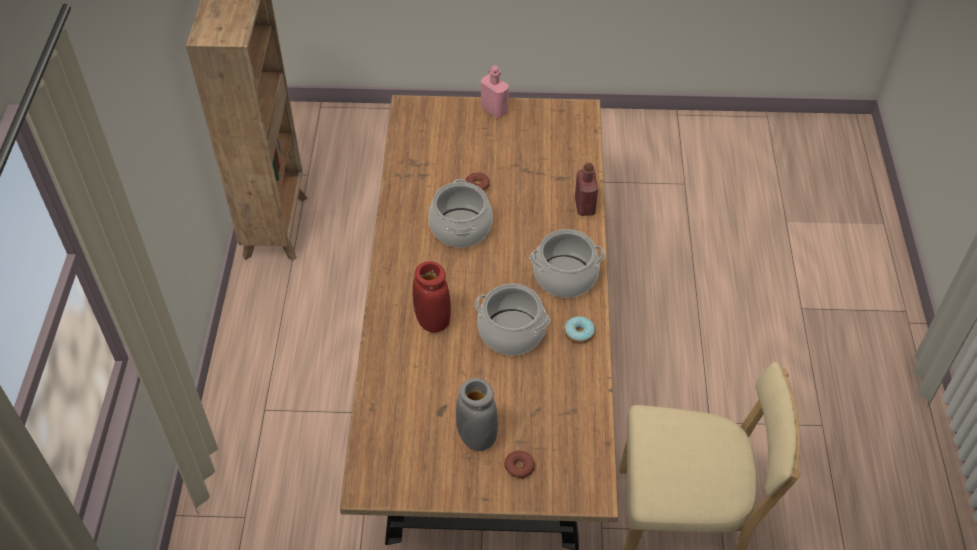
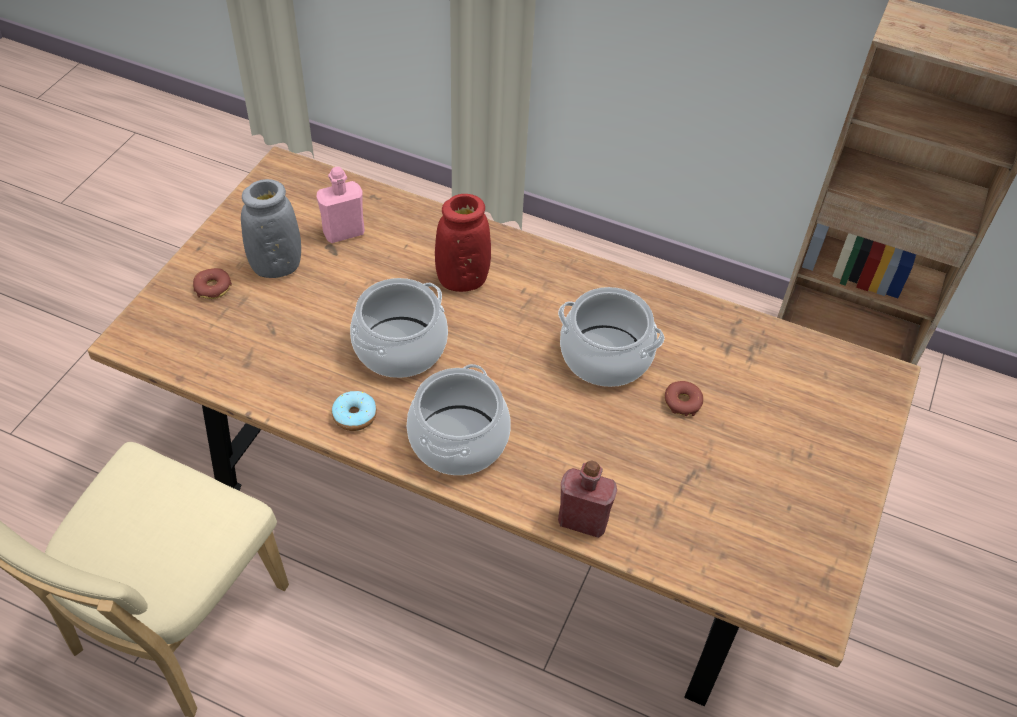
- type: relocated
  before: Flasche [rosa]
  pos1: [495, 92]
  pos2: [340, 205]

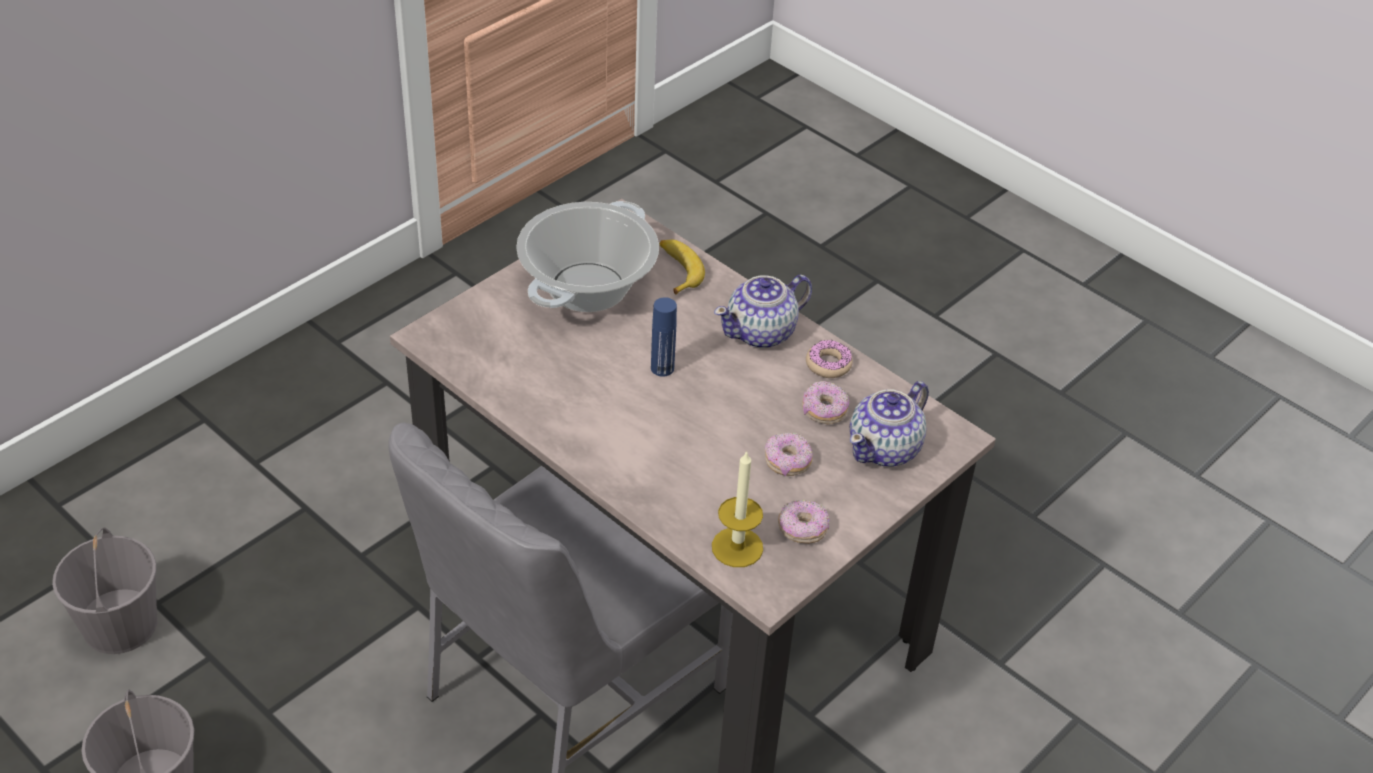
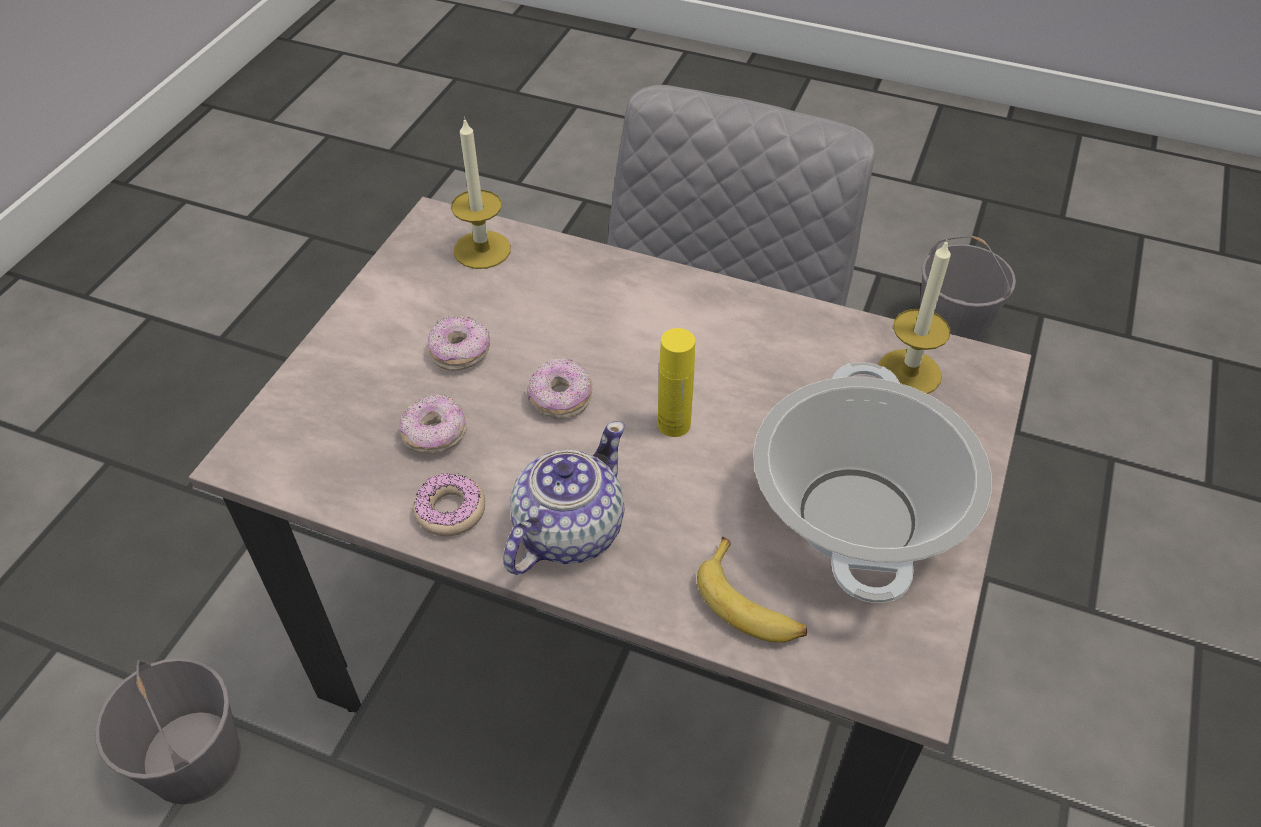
- type: relocated
  before: Eimer [grau]
  pos1: [105, 591]
  pos2: [168, 731]
- type: relocated
  before: Donut
  pos1: [803, 522]
  pos2: [559, 388]
- type: colour
  before: Flasche [blau]
  after: Flasche [gelb]
  pos1: [664, 337]
  pos2: [676, 382]
- type: appeared
  after: Kerze
  pos2: [914, 316]
- type: missing
  before: Teekanne
  pos1: [889, 424]

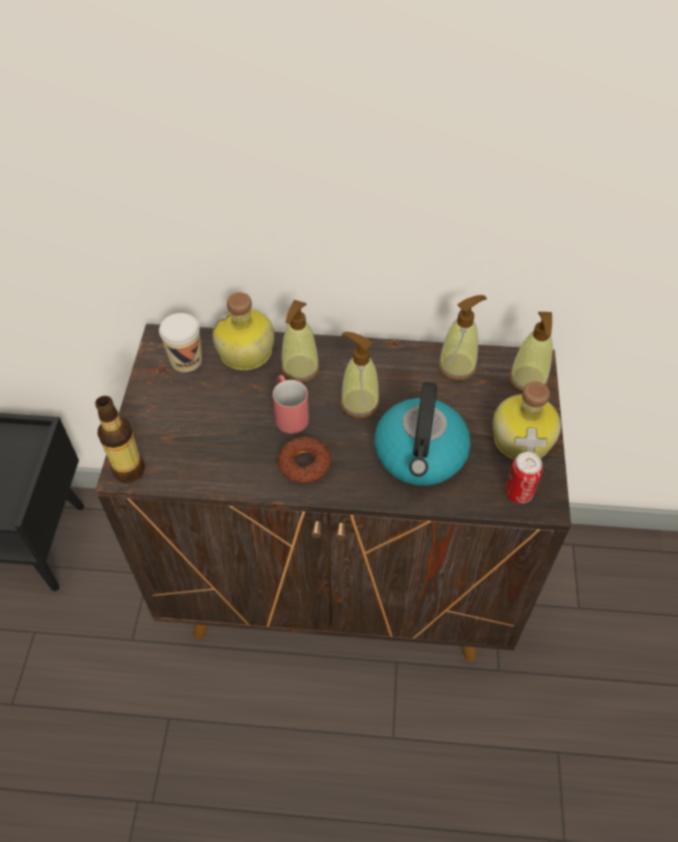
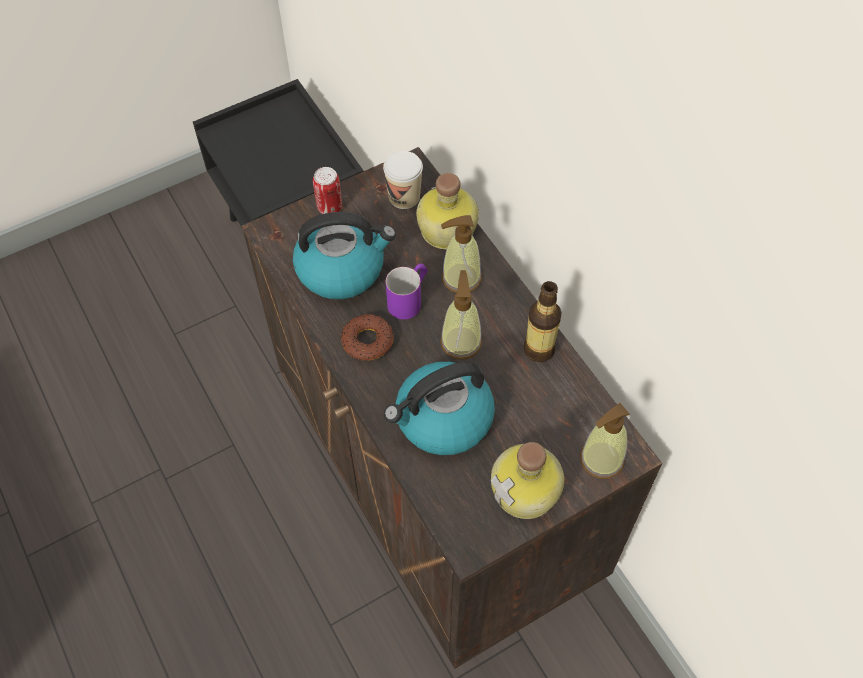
- type: appeared
  after: Wasserkessel
  pos2: [344, 255]
- type: relocated
  before: Dose
  pos1: [524, 478]
  pos2: [327, 190]
- type: colour
  before: Henkelbecher [rot]
  after: Henkelbecher [lila]
  pos1: [291, 404]
  pos2: [407, 291]
- type: relocated
  before: Flasche
  pos1: [120, 439]
  pos2: [543, 322]
- type: missing
  before: Seifenspender
  pos1: [462, 338]

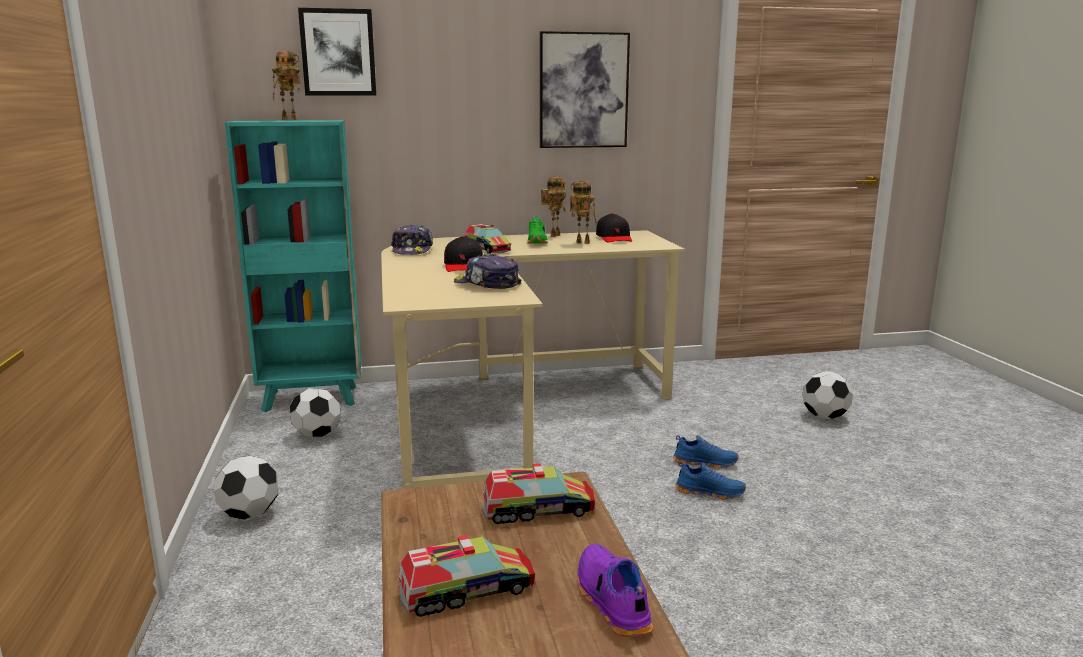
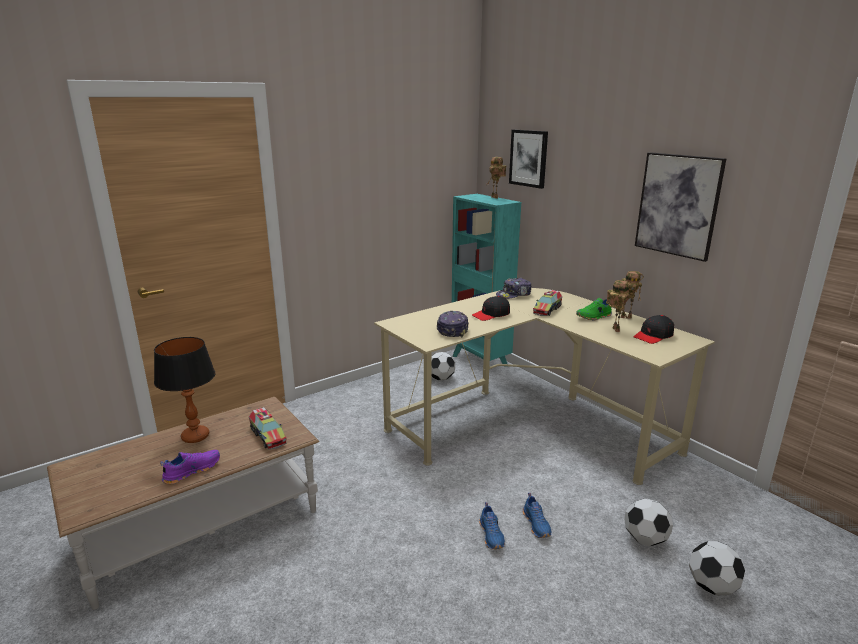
- type: exchanged
  before: Spielzeuglaster
  after: Tischlampe
  pos1: [467, 576]
  pos2: [184, 390]
- type: relocated
  before: Fußball
  pos1: [246, 488]
  pos2: [648, 522]

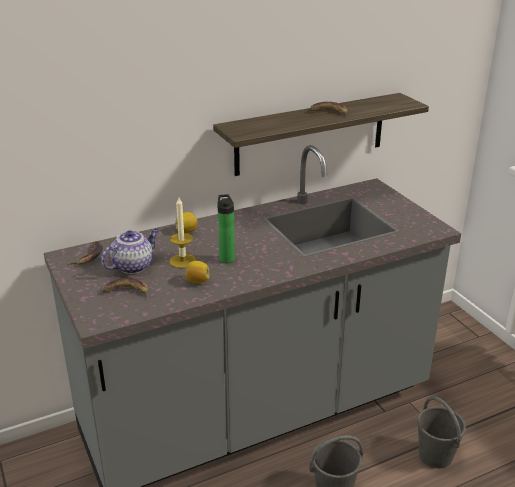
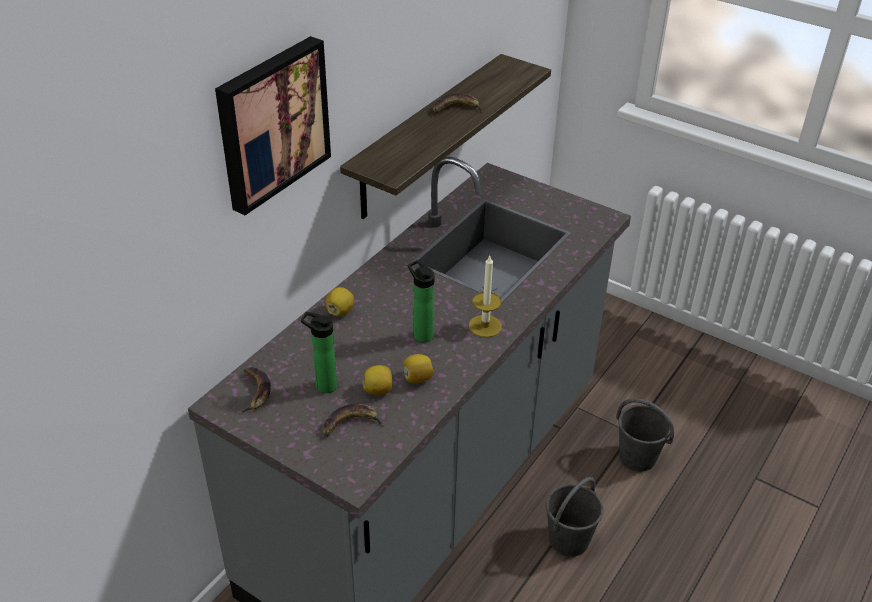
- type: appeared
  after: Bild
  pos2: [273, 125]
- type: exchanged
  before: Teekanne
  after: Flasche
  pos1: [130, 251]
  pos2: [319, 352]
- type: appeared
  after: Zitrone
  pos2: [377, 380]
- type: relocated
  before: Kerze
  pos1: [183, 232]
  pos2: [485, 296]

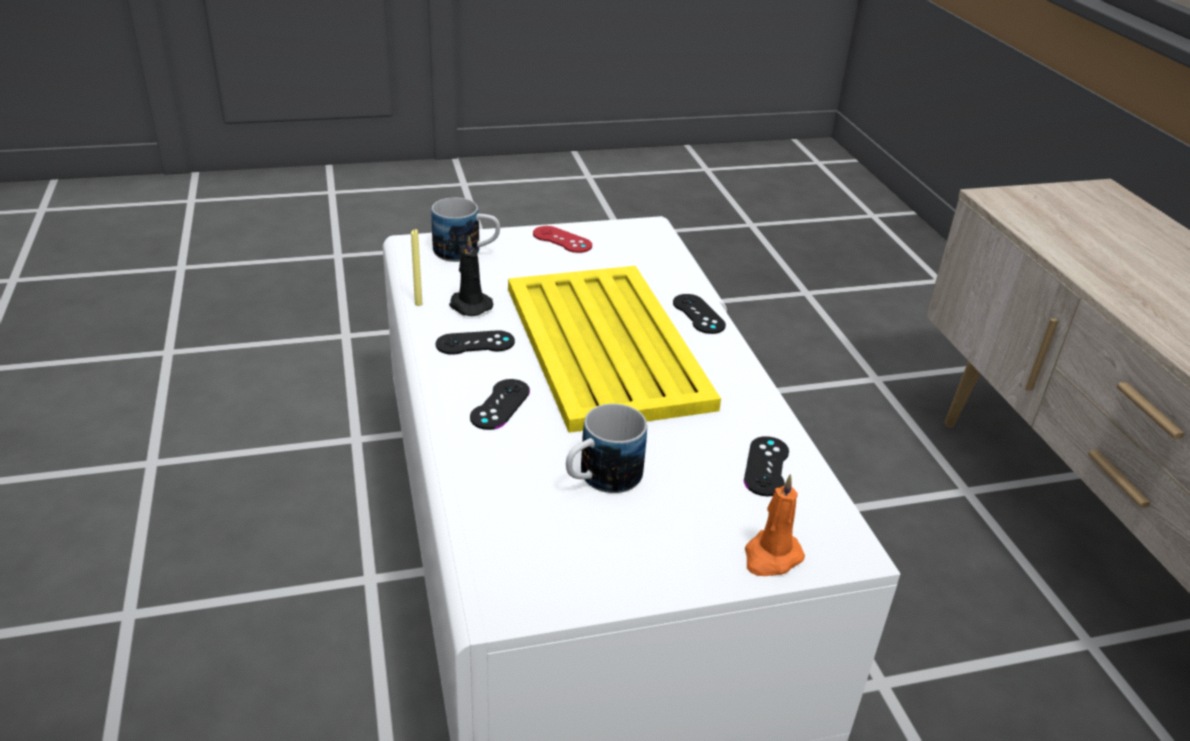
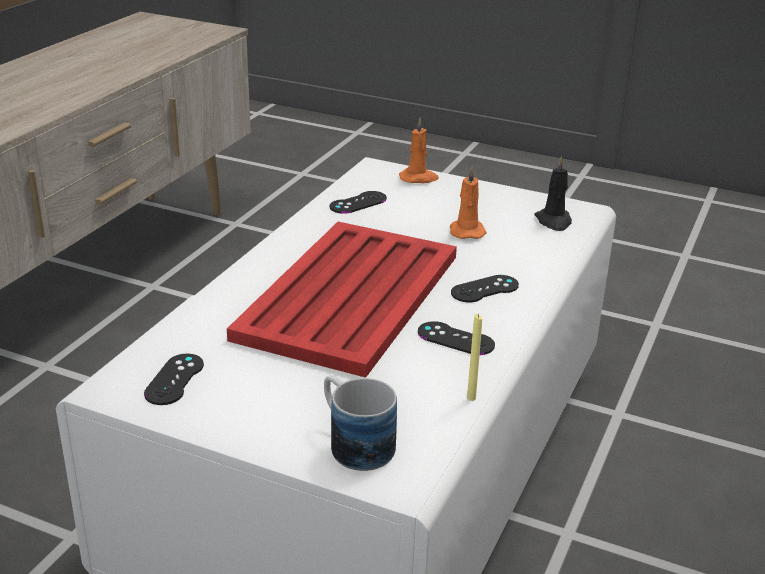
- type: relocated
  before: Gamepad [schwarz]
  pos1: [699, 314]
  pos2: [174, 379]
- type: colour
  before: Tablett [gelb]
  after: Tablett [rot]
  pos1: [614, 349]
  pos2: [342, 300]
- type: exchanged
  before: Henkelbecher
  after: Kerze [orange]
  pos1: [606, 448]
  pos2: [468, 202]
- type: relocated
  before: Kerze [schwarz]
  pos1: [471, 276]
  pos2: [553, 193]
- type: missing
  before: Gamepad [rot]
  pos1: [562, 239]

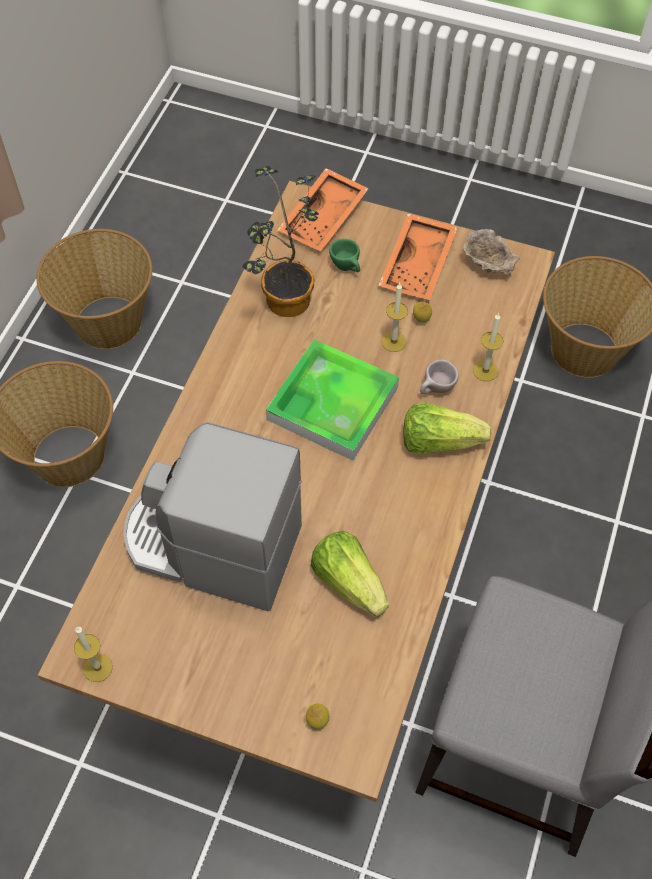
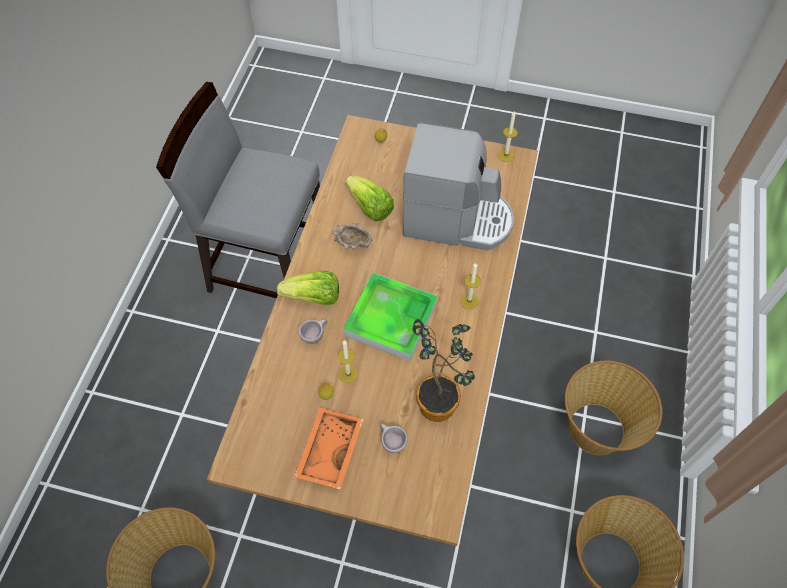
- type: relocated
  before: Schüssel [beige]
  pos1: [491, 252]
  pos2: [352, 236]
- type: colour
  before: Tasse [grün]
  after: Tasse [beige]
  pos1: [344, 255]
  pos2: [394, 438]
- type: relocated
  before: Kerze
  pos1: [488, 347]
  pos2: [470, 286]
- type: missing
  before: Tablett [orange]
  pos1: [323, 209]

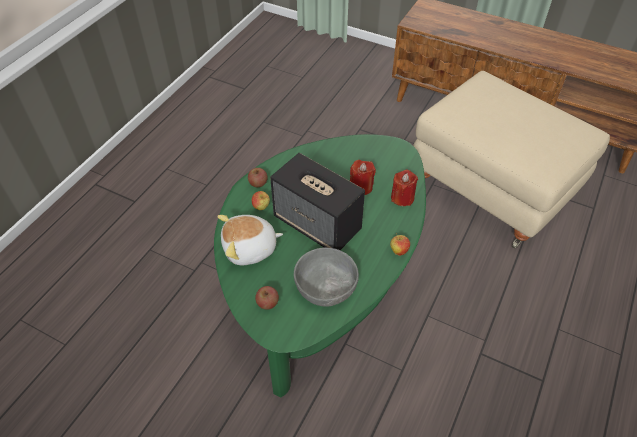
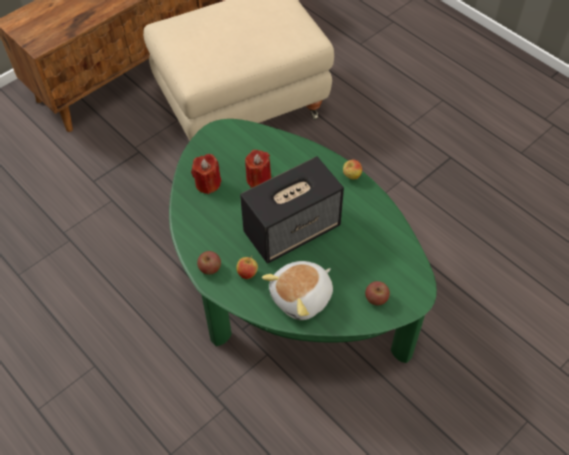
- type: relocated
  before: Kerze [rot]
  pos1: [404, 187]
  pos2: [206, 174]
- type: spun
  before: Plüschtier
  pos1: [250, 240]
  pos2: [297, 290]
  turn: 45
- type: missing
  before: Schüssel [grau]
  pos1: [326, 277]

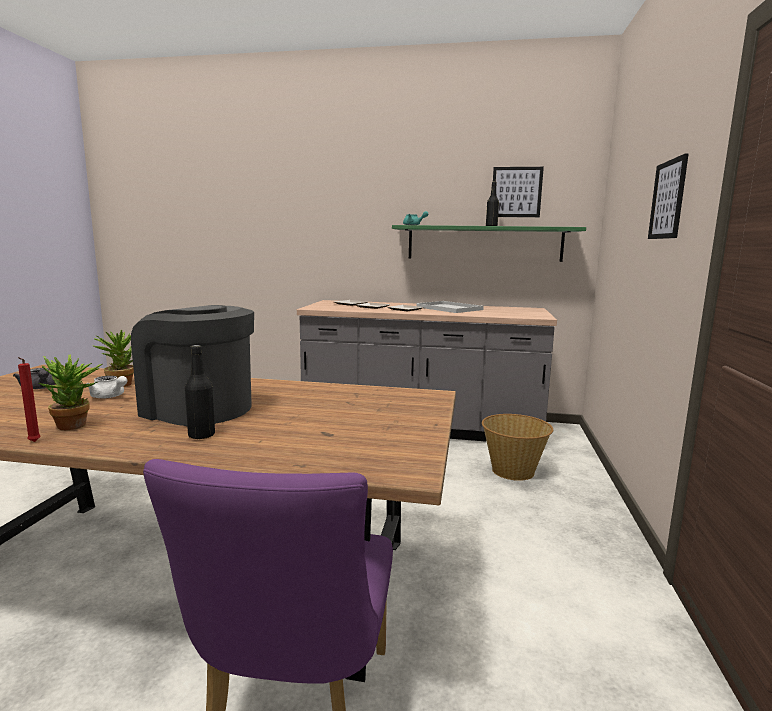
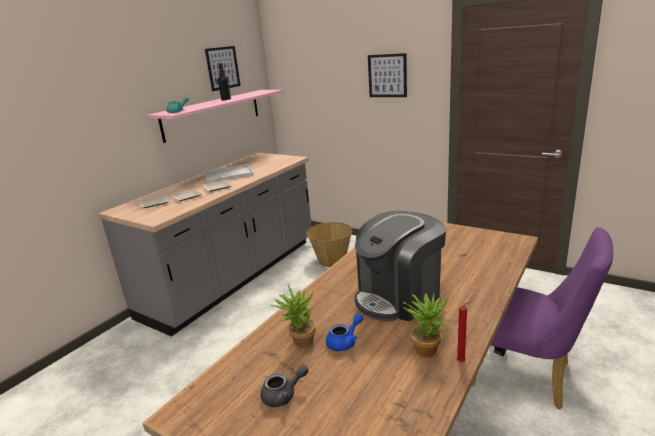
- type: colour
  before: Wandregal [grün]
  after: Wandregal [rosa]
  pos1: [489, 243]
  pos2: [215, 116]
- type: colour
  before: Teekanne [weiß]
  after: Teekanne [blau]
  pos1: [107, 387]
  pos2: [344, 332]
- type: missing
  before: Flasche [schwarz]
  pos1: [200, 392]

